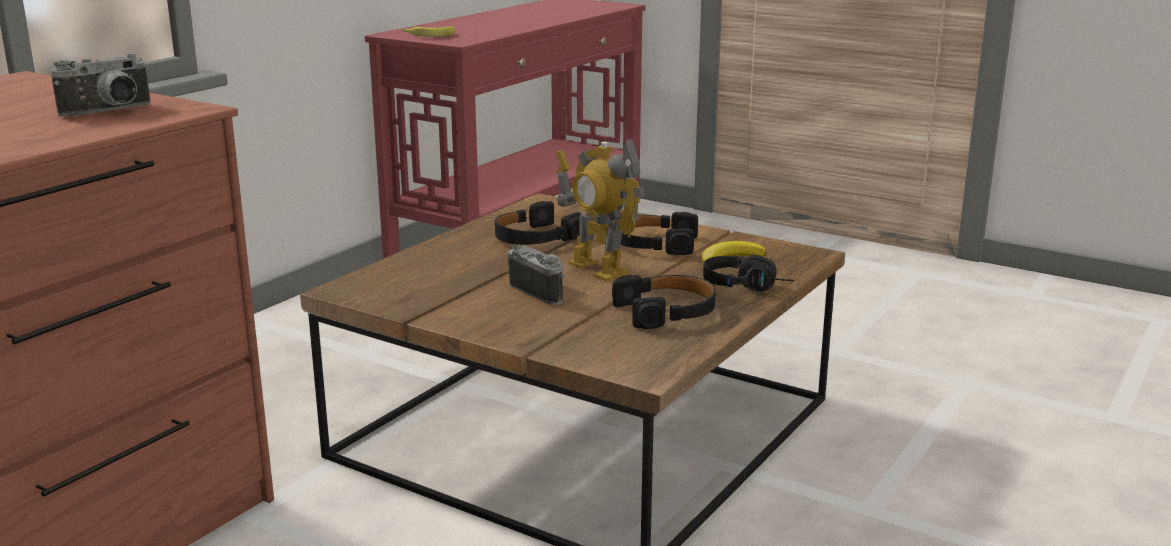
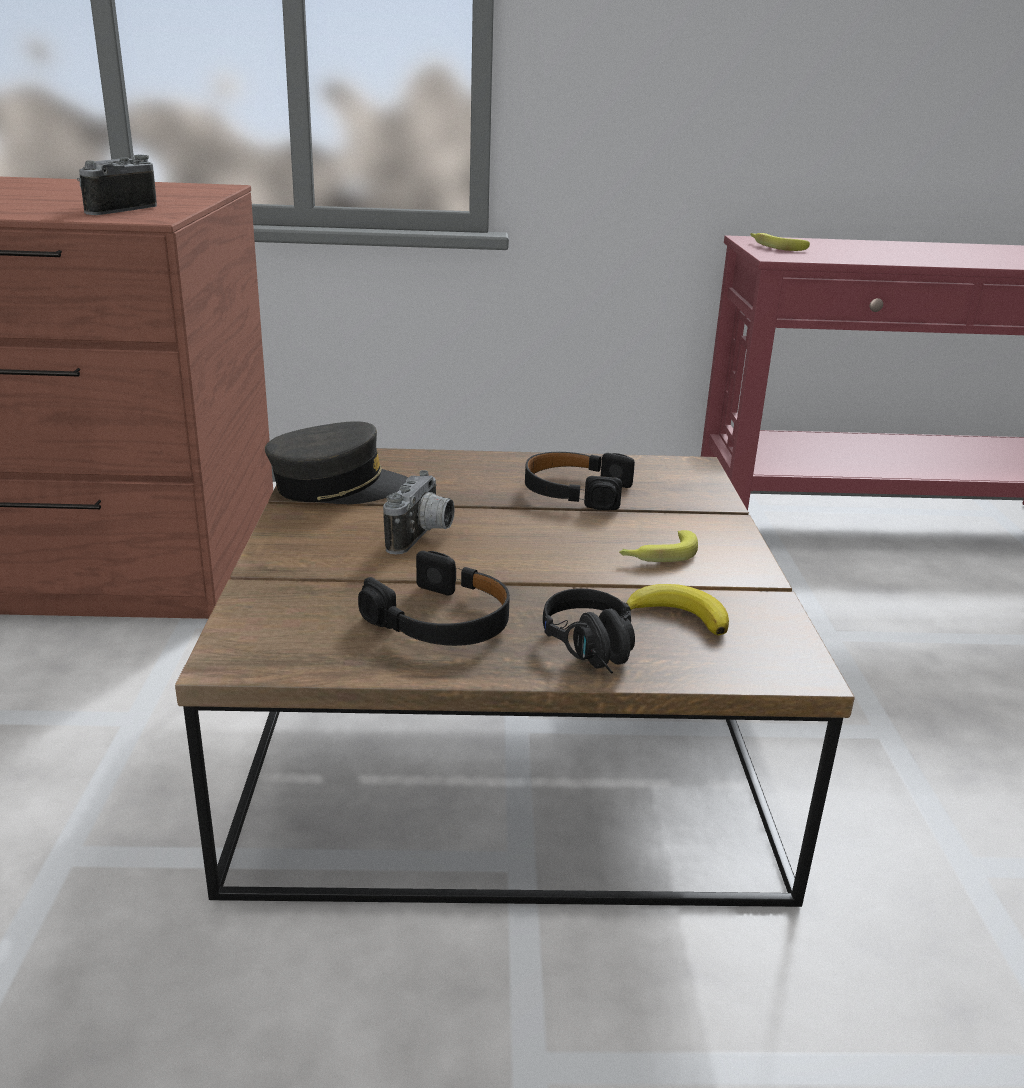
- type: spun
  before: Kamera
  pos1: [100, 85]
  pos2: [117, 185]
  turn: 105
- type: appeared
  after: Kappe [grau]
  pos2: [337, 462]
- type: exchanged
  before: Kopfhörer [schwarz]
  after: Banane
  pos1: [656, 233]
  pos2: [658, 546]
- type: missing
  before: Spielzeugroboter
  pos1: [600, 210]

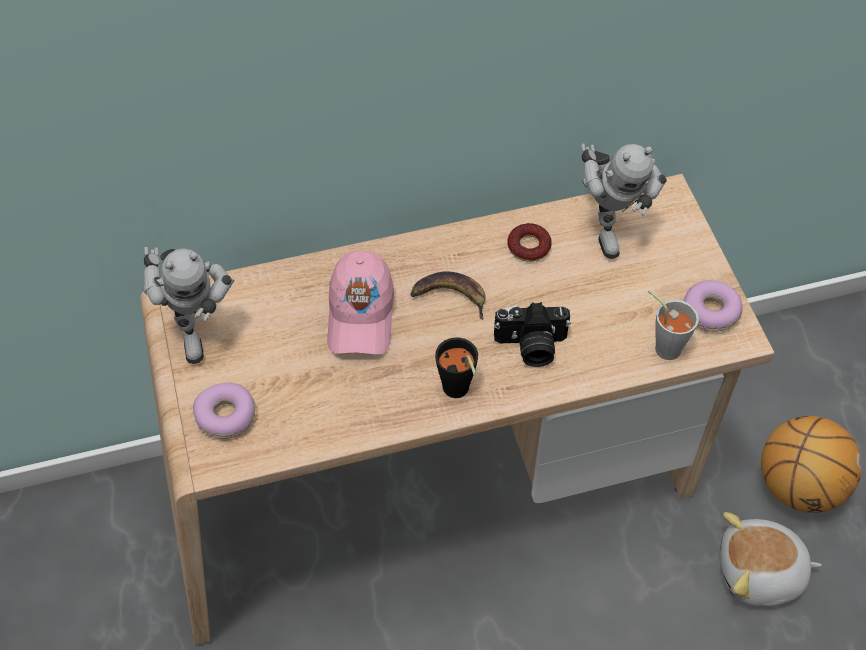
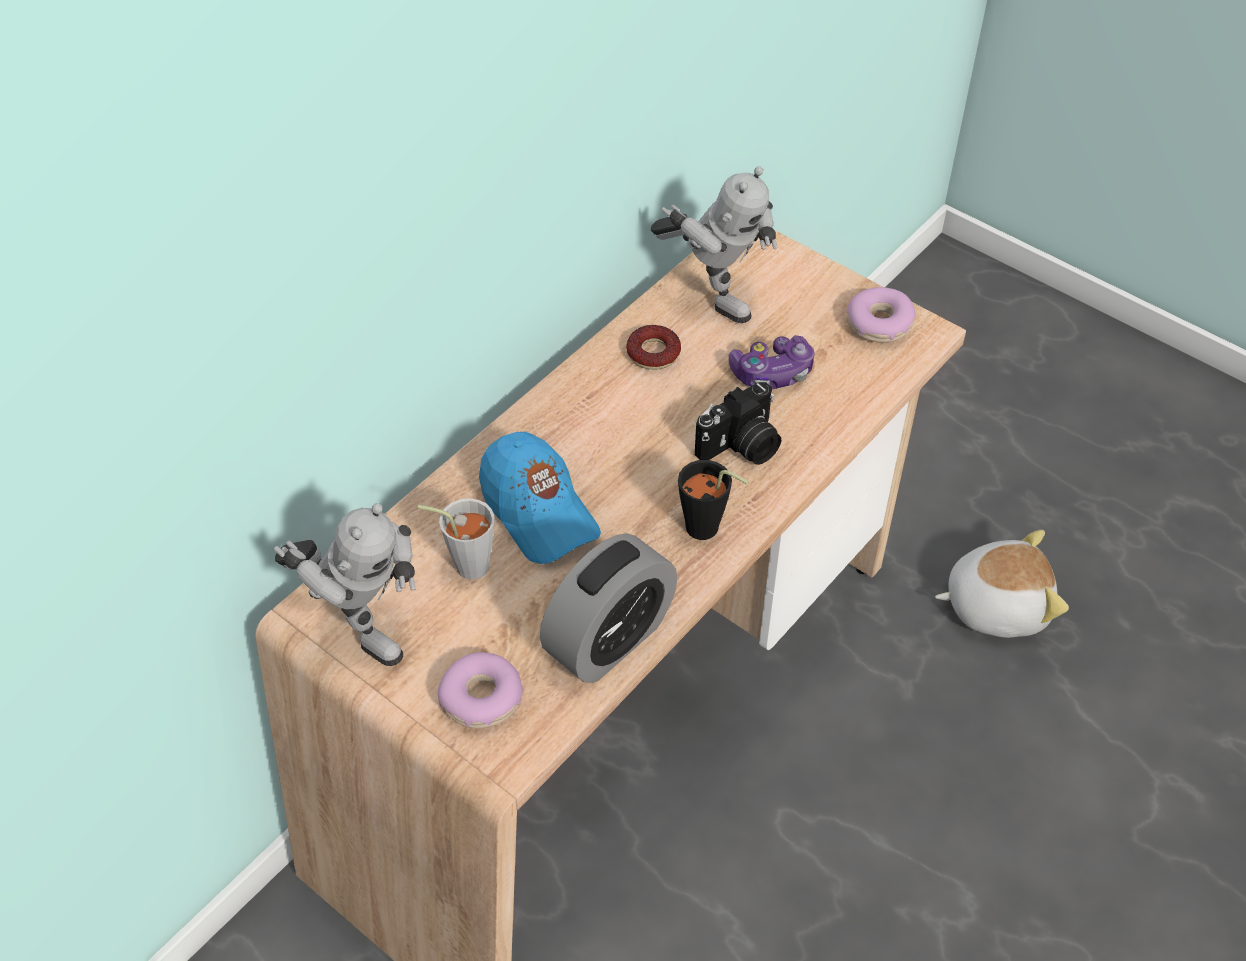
- type: relocated
  before: Tasse [grau]
  pos1: [673, 325]
  pos2: [456, 539]
- type: colour
  before: Kappe [rosa]
  after: Kappe [blau]
  pos1: [360, 303]
  pos2: [540, 497]
- type: appeared
  after: Wecker
  pos2: [608, 608]
- type: appeared
  after: Gamepad
  pos2: [772, 362]
- type: spun
  before: Plüschtier
  pos1: [771, 559]
  pos2: [1002, 584]
  turn: -150
- type: missing
  before: Banane
  pos1: [448, 295]
- type: missing
  before: Basketball
  pos1: [811, 464]

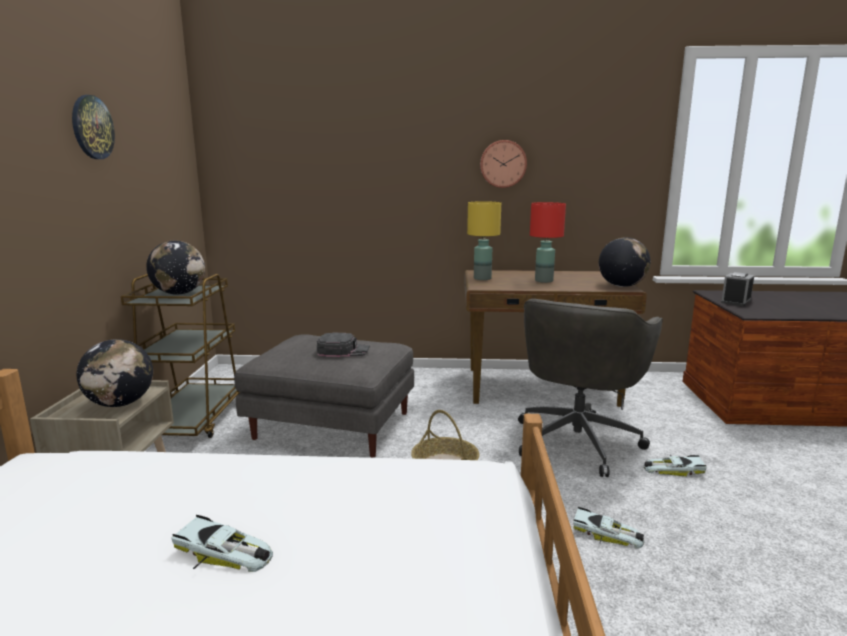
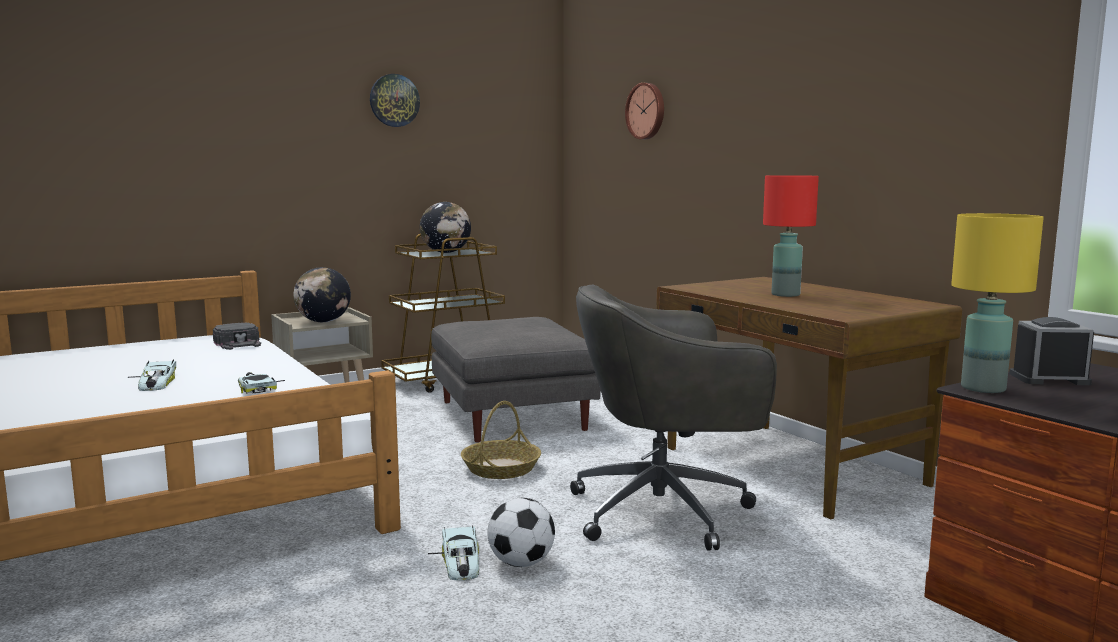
- type: relocated
  before: Kappe [schwarz]
  pos1: [343, 345]
  pos2: [237, 336]
- type: relocated
  before: Spielzeugauto
  pos1: [675, 466]
  pos2: [261, 383]
- type: appeared
  after: Fußball
  pos2: [521, 532]
- type: relocated
  before: Wanduhr
  pos1: [503, 164]
  pos2: [644, 111]
- type: relocated
  before: Tischlampe [gelb]
  pos1: [484, 240]
  pos2: [997, 303]
- type: missing
  before: Globus
  pos1: [625, 262]

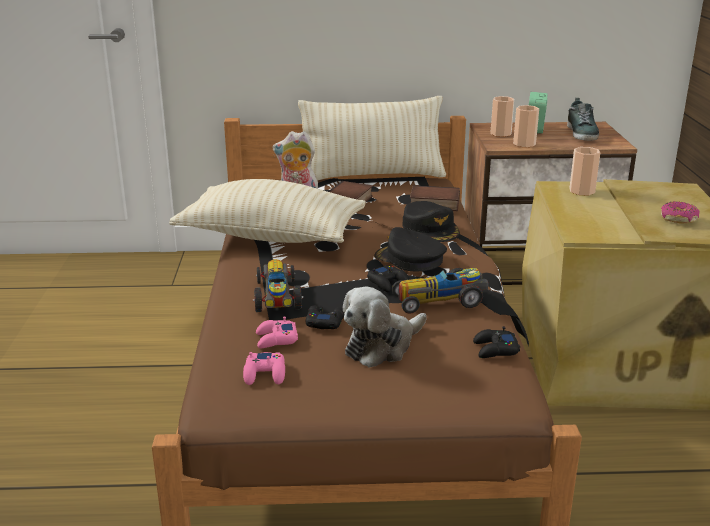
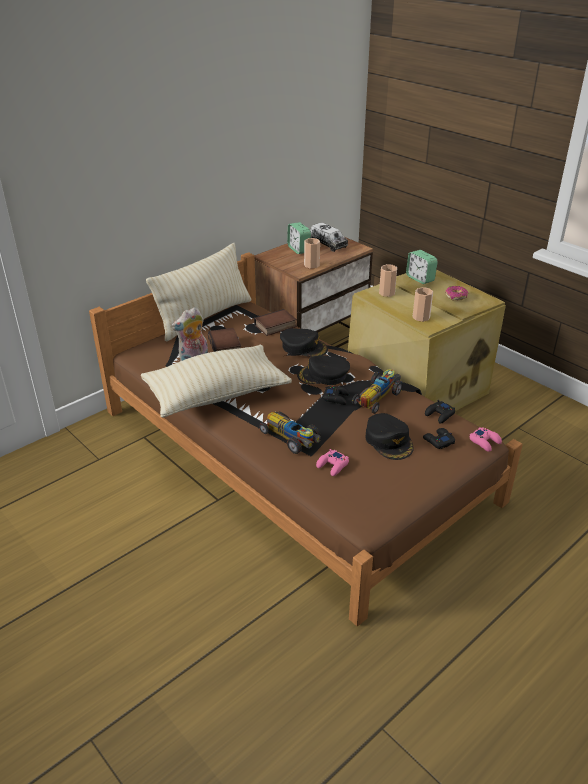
- type: exchanged
  before: Schuh
  after: Spielzeuglaster
  pos1: [583, 119]
  pos2: [329, 237]
- type: exchanged
  before: Plüschtier
  after: Kappe [schwarz]
  pos1: [385, 327]
  pos2: [389, 436]
- type: appeared
  after: Wecker
  pos2: [422, 267]
- type: relocated
  before: Tasse
  pos1: [502, 116]
  pos2: [423, 304]
- type: relocated
  before: Gamepad [schwarz]
  pos1: [325, 317]
  pos2: [439, 438]
- type: relocated
  before: Gamepad [rosa]
  pos1: [264, 368]
  pos2: [485, 439]

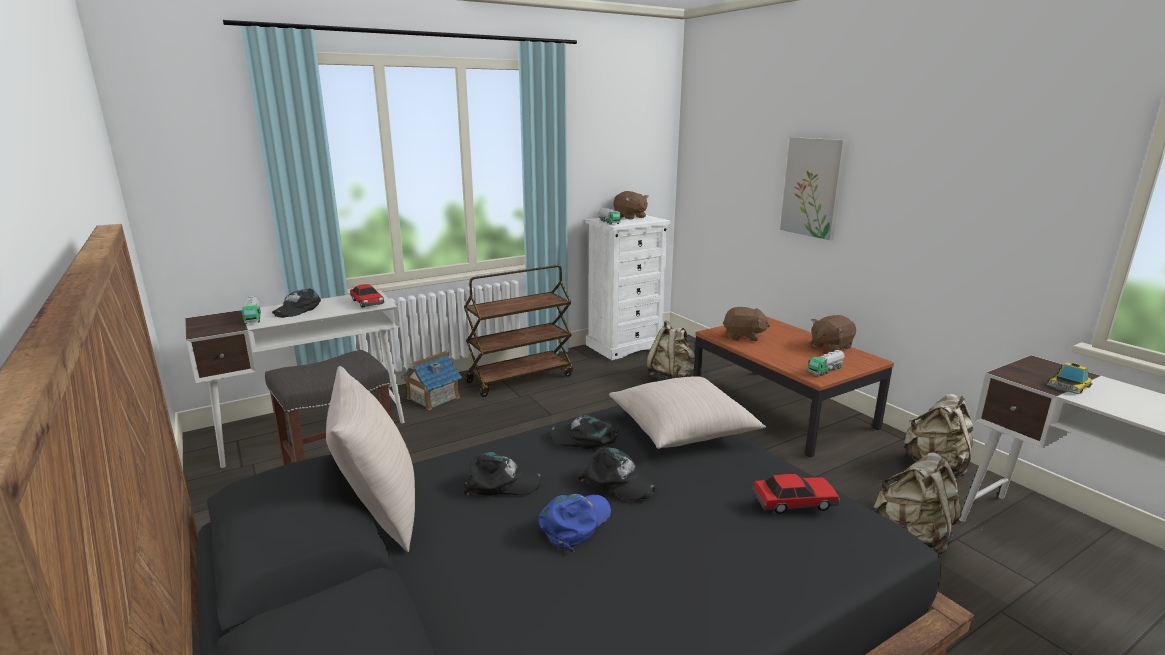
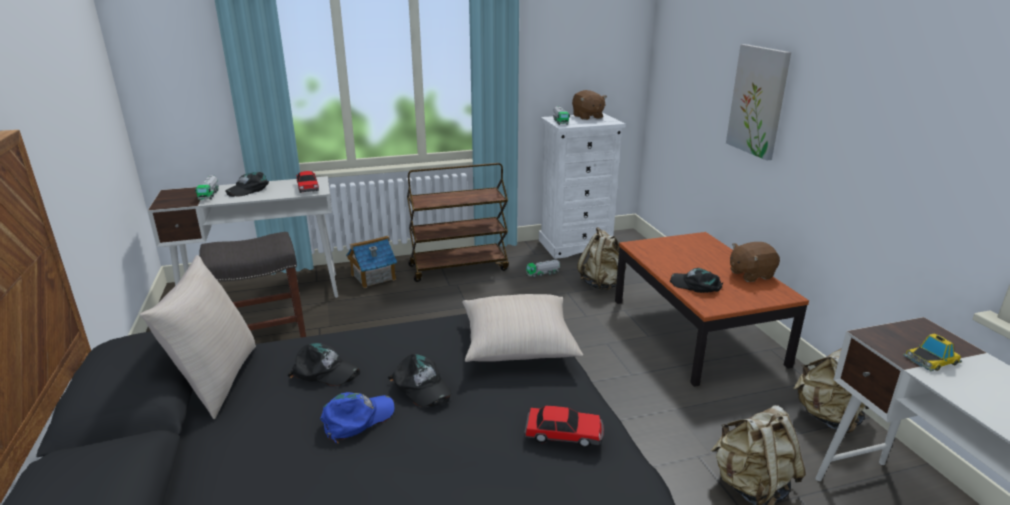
- type: relocated
  before: Spielzeuglaster
  pos1: [826, 363]
  pos2: [543, 269]
- type: relocated
  before: Kappe [schwarz]
  pos1: [584, 432]
  pos2: [696, 280]
- type: missing
  before: Plüschtier [braun]
  pos1: [746, 324]

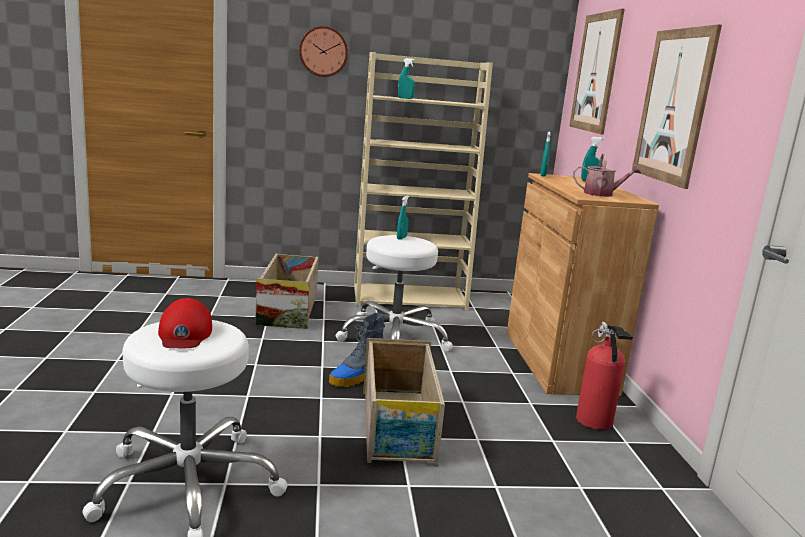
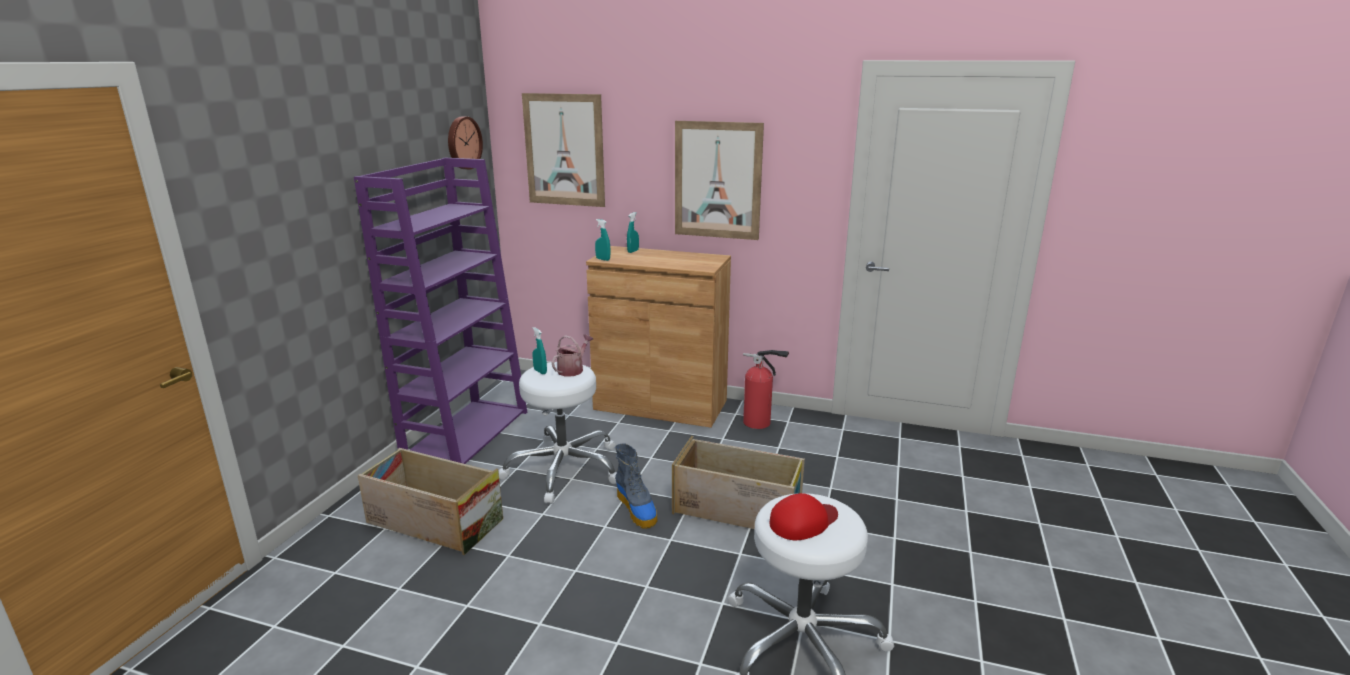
- type: colour
  before: Bücherregal [beige]
  after: Bücherregal [lila]
  pos1: [423, 181]
  pos2: [440, 311]
- type: relocated
  before: Wanduhr
  pos1: [323, 51]
  pos2: [465, 143]
- type: relocated
  before: Gießkanne
  pos1: [607, 175]
  pos2: [572, 355]
- type: spun
  before: Kappe [rot]
  pos1: [185, 323]
  pos2: [804, 516]
  turn: -45
- type: missing
  before: Sprühflasche [türkis]
  pos1: [406, 78]

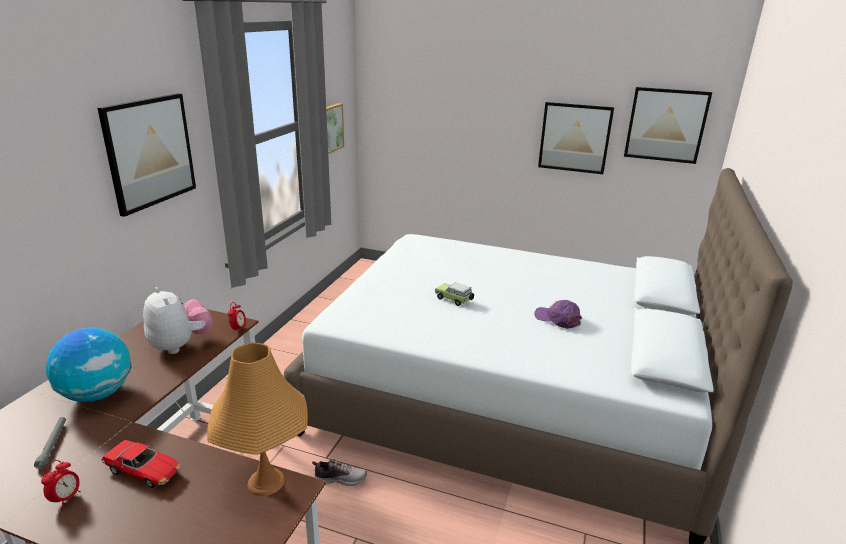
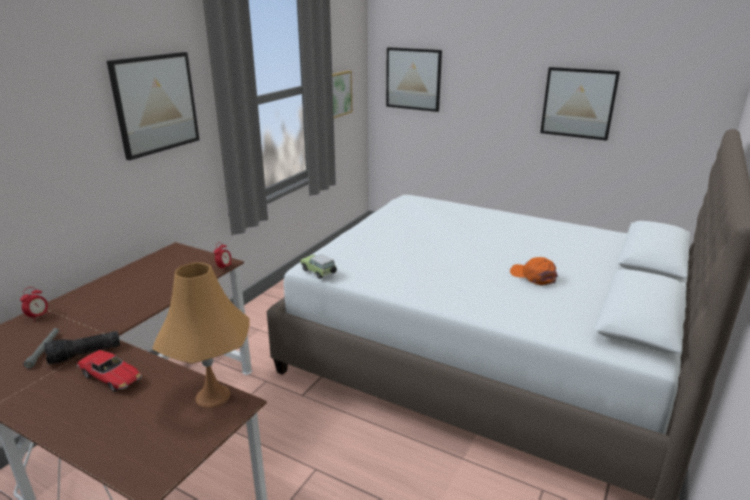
- type: relocated
  before: Wecker
  pos1: [61, 484]
  pos2: [34, 304]
- type: appeared
  after: Taschenlampe
  pos2: [82, 347]
- type: relocated
  before: Spielzeugauto
  pos1: [454, 294]
  pos2: [318, 266]
- type: relocated
  before: Bild
  pos1: [668, 125]
  pos2: [414, 79]
- type: colour
  before: Kappe [lila]
  after: Kappe [orange]
  pos1: [558, 314]
  pos2: [534, 271]
- type: missing
  before: Globus
  pos1: [89, 365]
- type: missing
  before: Plüschtier
  pos1: [178, 320]
- type: missing
  before: Schuh
  pos1: [339, 472]

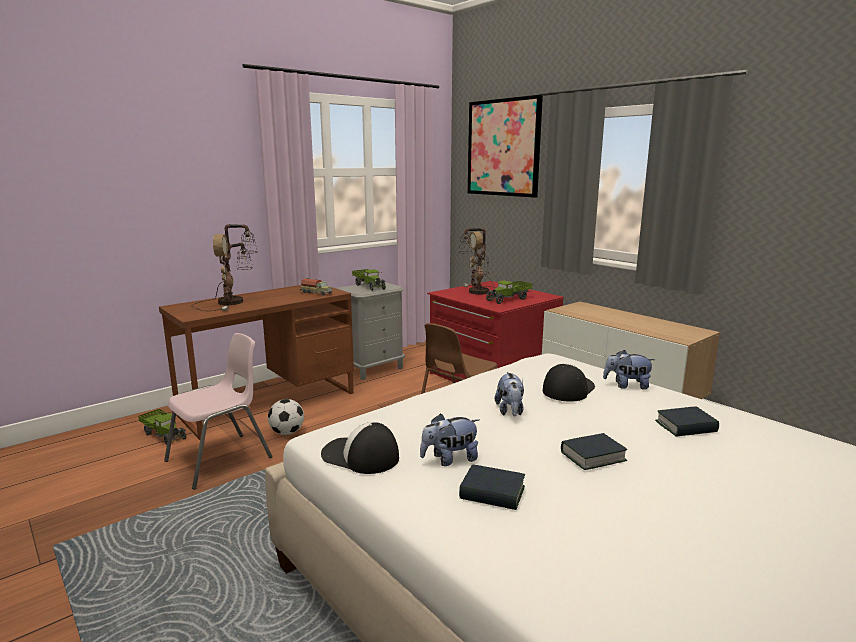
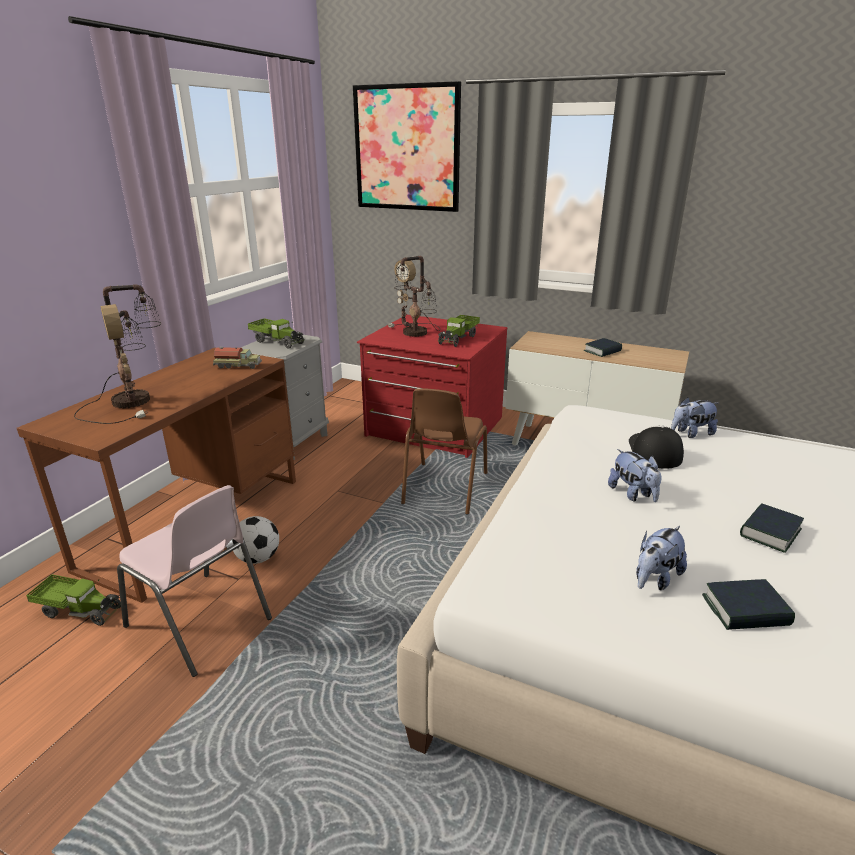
- type: spun
  before: Stuhl [rosa]
  pos1: [218, 411]
  pos2: [194, 581]
  turn: 105
- type: relocated
  before: Buch
  pos1: [687, 422]
  pos2: [603, 347]
- type: missing
  before: Kappe
  pos1: [360, 448]

